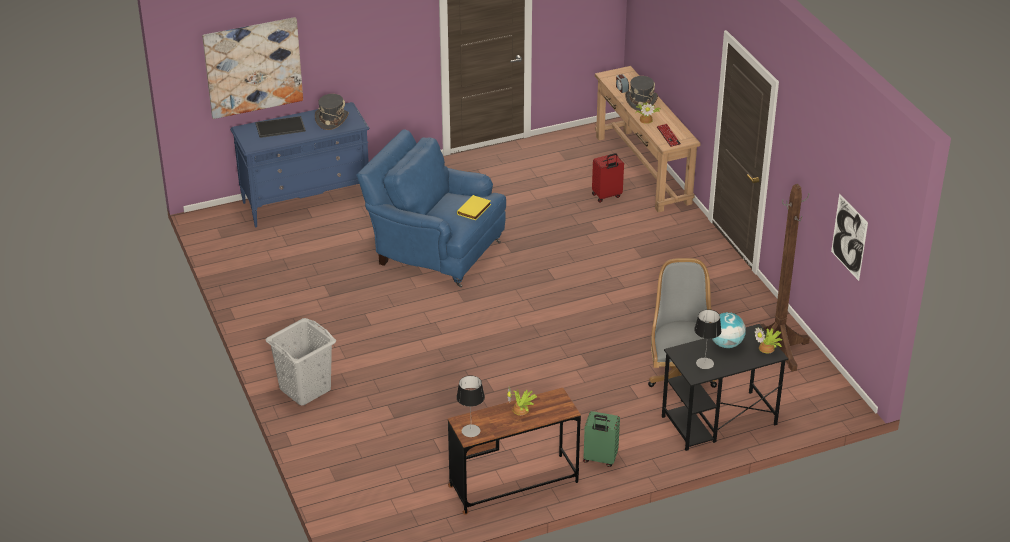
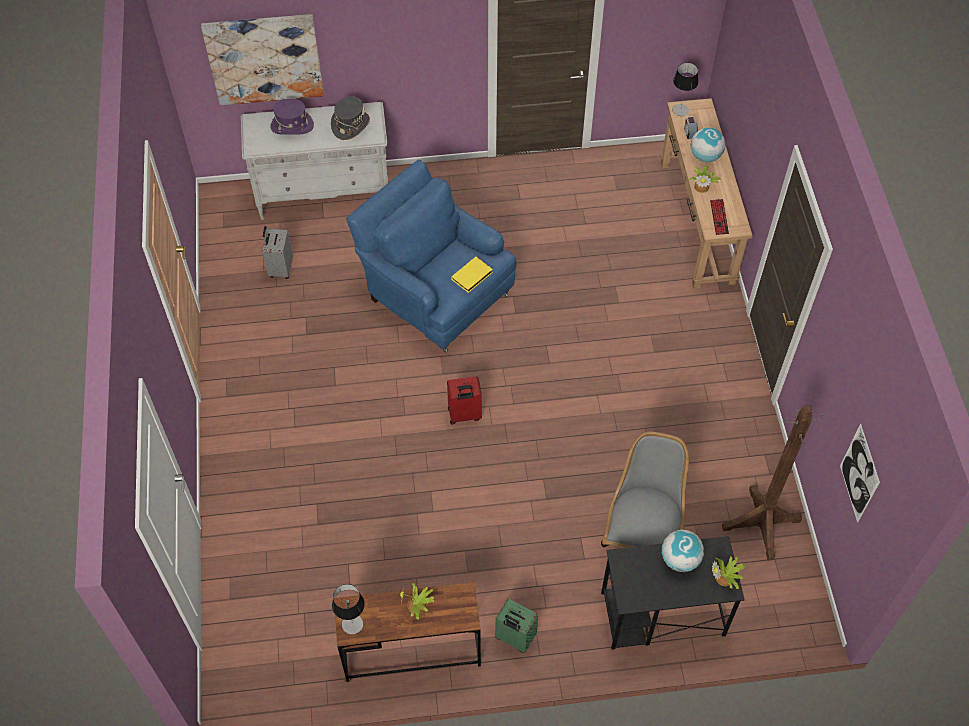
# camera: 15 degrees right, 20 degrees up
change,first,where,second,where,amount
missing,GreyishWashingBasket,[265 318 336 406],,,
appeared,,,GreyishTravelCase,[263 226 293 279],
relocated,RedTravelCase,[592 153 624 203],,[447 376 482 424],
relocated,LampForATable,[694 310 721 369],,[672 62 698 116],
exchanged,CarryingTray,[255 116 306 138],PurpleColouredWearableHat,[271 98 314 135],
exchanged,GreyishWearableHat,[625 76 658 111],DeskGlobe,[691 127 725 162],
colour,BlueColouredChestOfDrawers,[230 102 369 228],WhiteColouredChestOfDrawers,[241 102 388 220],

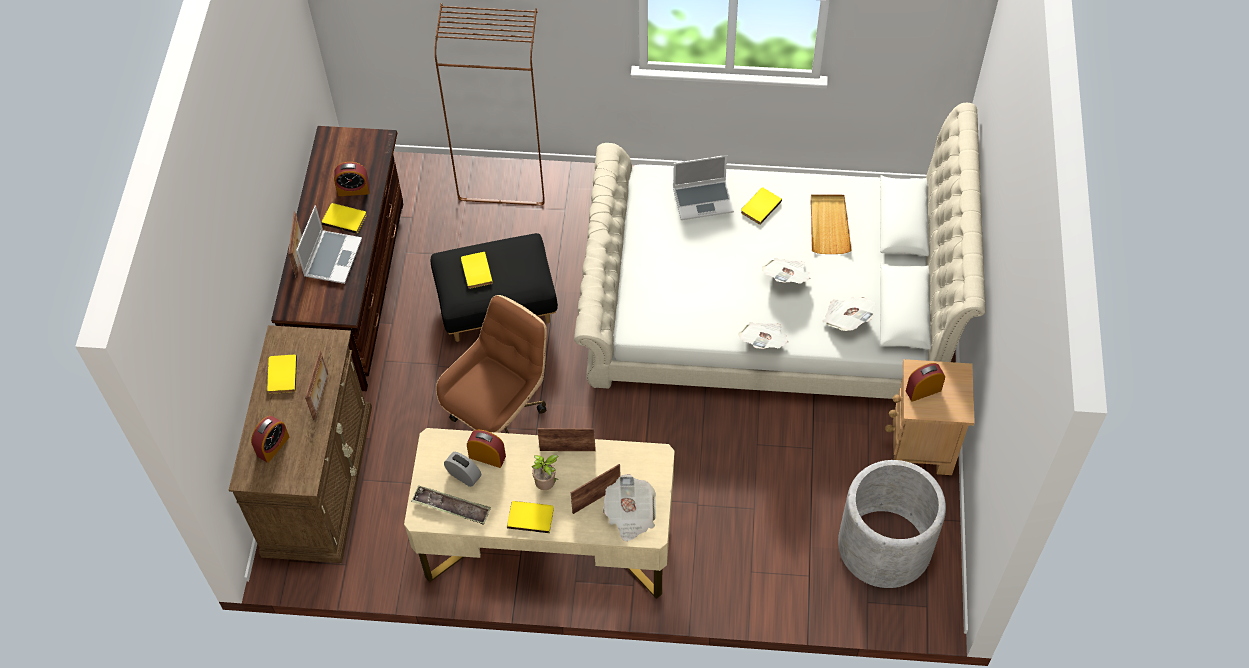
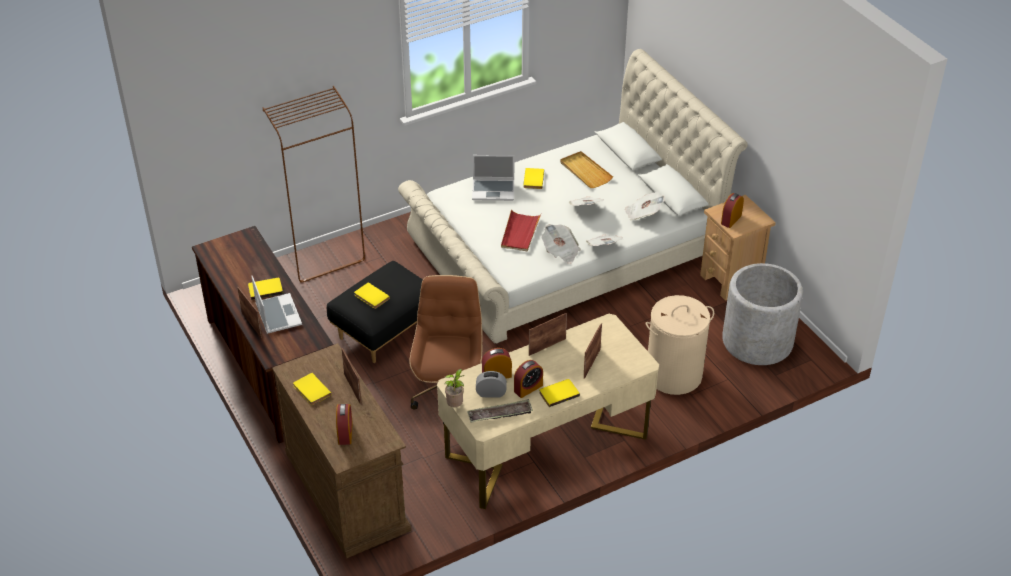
# camera: 35 degrees left, 15 degrees down
change,first,where,second,where,amount
appeared,,,RedCarryingTray,[501 209 541 252],
appeared,,,SandColouredWashingBasket,[646 295 714 395],
relocated,BedsideClock,[334 162 370 196],,[514 360 543 398],
relocated,PlantInAPot,[532 455 559 490],,[444 369 465 407],
relocated,Newspaper,[603 474 656 542],,[542 224 581 264],
spun,NotebookComputer,[673 155 734 220],,[472 155 514 201],45 degrees clockwise

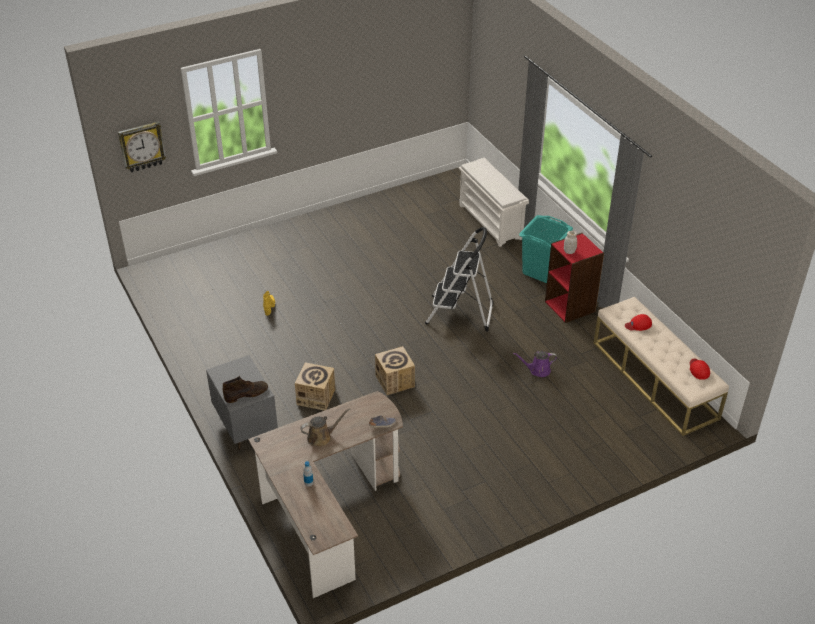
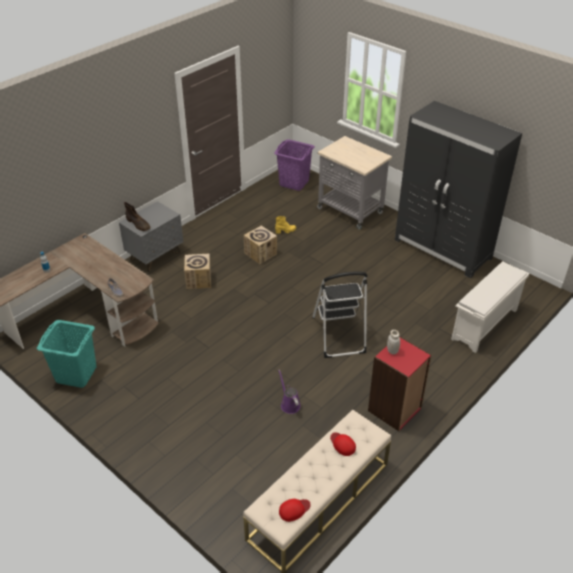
# camera: 70 degrees right, 0 degrees up
change,first,where,second,where,amount
missing,WallClock,[118 121 166 173],,,
missing,BrownColouredSprinklingCan,[300 408 350 447],,,
appeared,,,PurpleColouredWashingBasket,[274 139 315 191],
appeared,,,GreyishWheeledCart,[317 136 392 230],
appeared,,,BlackColouredCabinet,[395 101 522 278],
relocated,Carton,[375 346 415 395],,[244 226 277 264],
relocated,TurquoiseWashingBasket,[519 215 573 283],,[37 320 96 388],

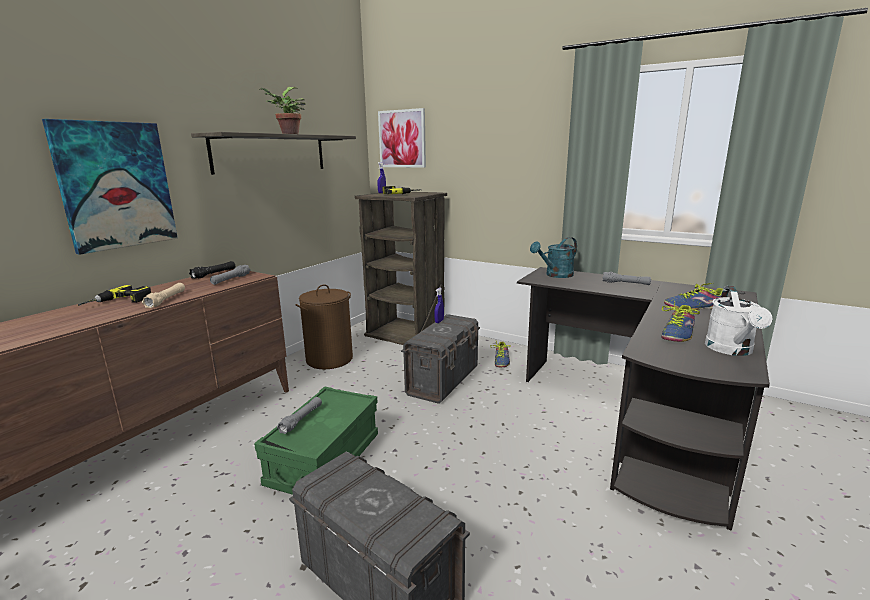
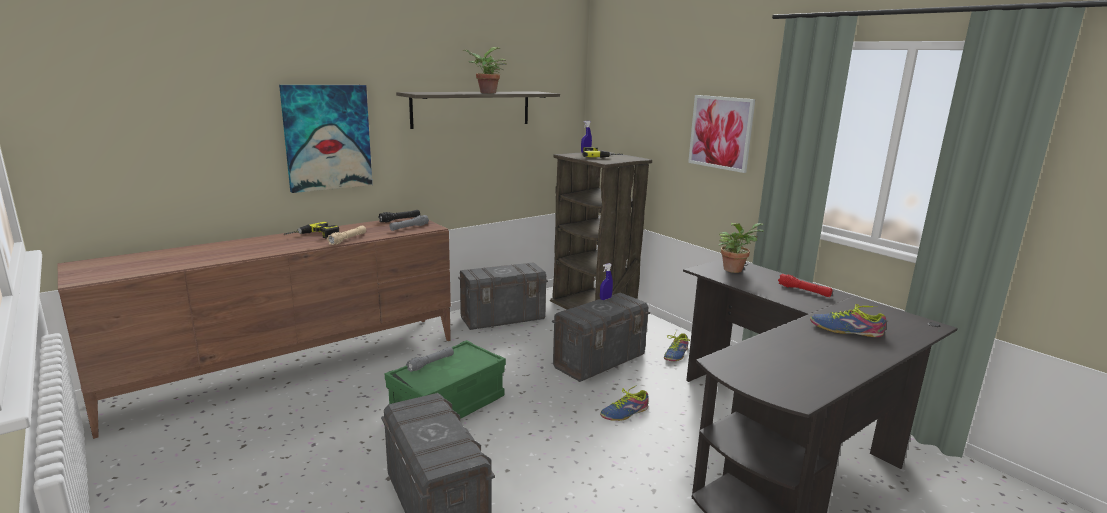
# camera: 20 degrees right, 0 degrees up
change,first,where,second,where,amount
missing,WhiteColouredSprinklingCan,[705 286 773 356],,,
relocated,Picture,[378 108 426 168],,[688 95 756 173],
relocated,LowShoe,[661 300 700 342],,[600 385 649 421],
exchanged,BrownColouredWashingBasket,[296 284 353 369],GreyishStorageBox,[458 262 548 330],
exchanged,TurquoiseSprinklingCan,[530 237 577 278],PlantInAPot,[718 223 764 273],
colour,GreyishHandTorch,[602 272 651 285],RedHandTorch,[778 274 832 297],

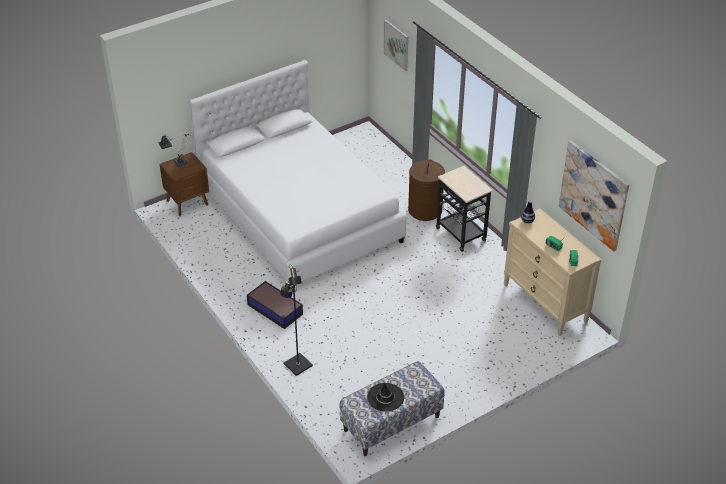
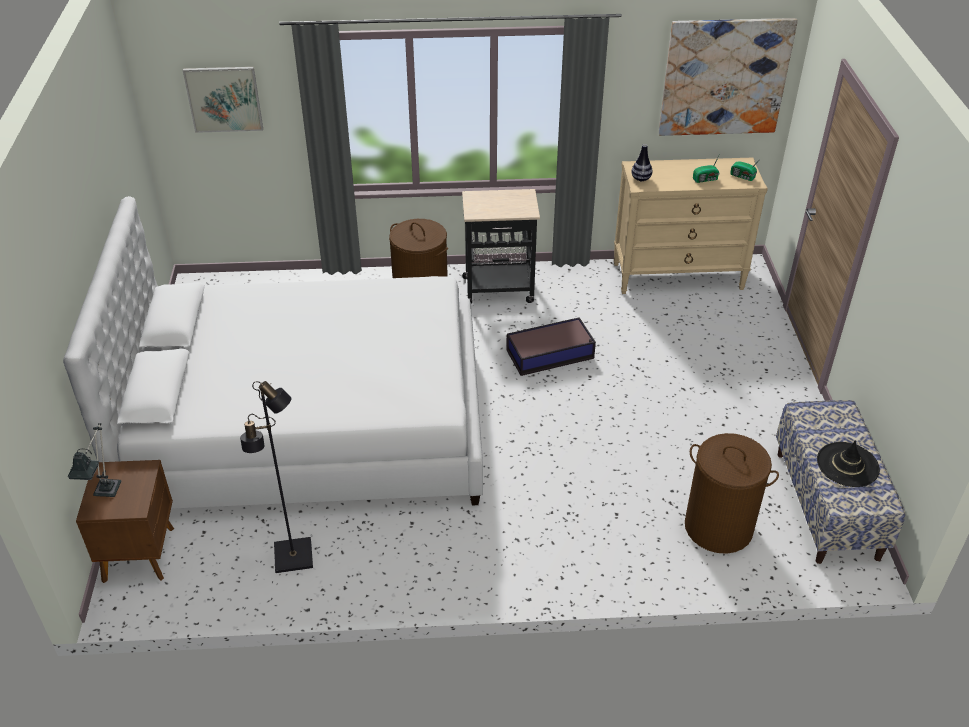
# camera: 60 degrees left, 0 degrees up
change,first,where,second,where,amount
appeared,,,BrownColouredWashingBasket,[685 433 779 554],
relocated,StorageBox,[247 281 303 329],,[506 317 596 376],
relocated,BlackColouredStandingLamp,[280 265 313 376],,[240 381 313 573],

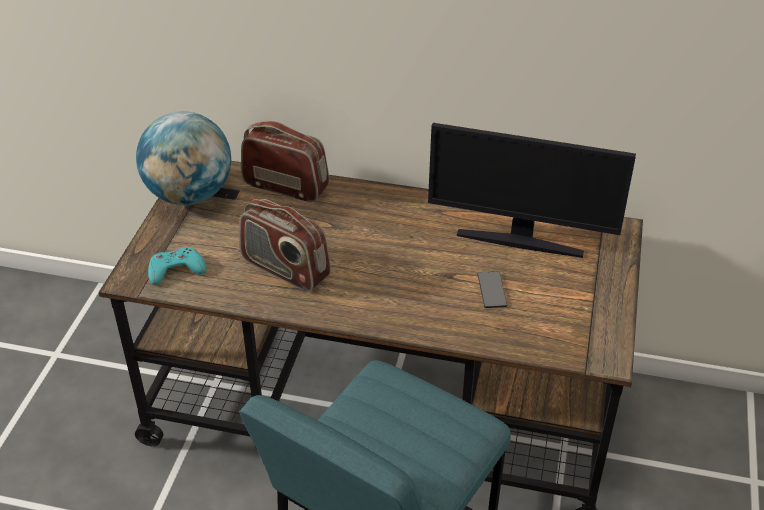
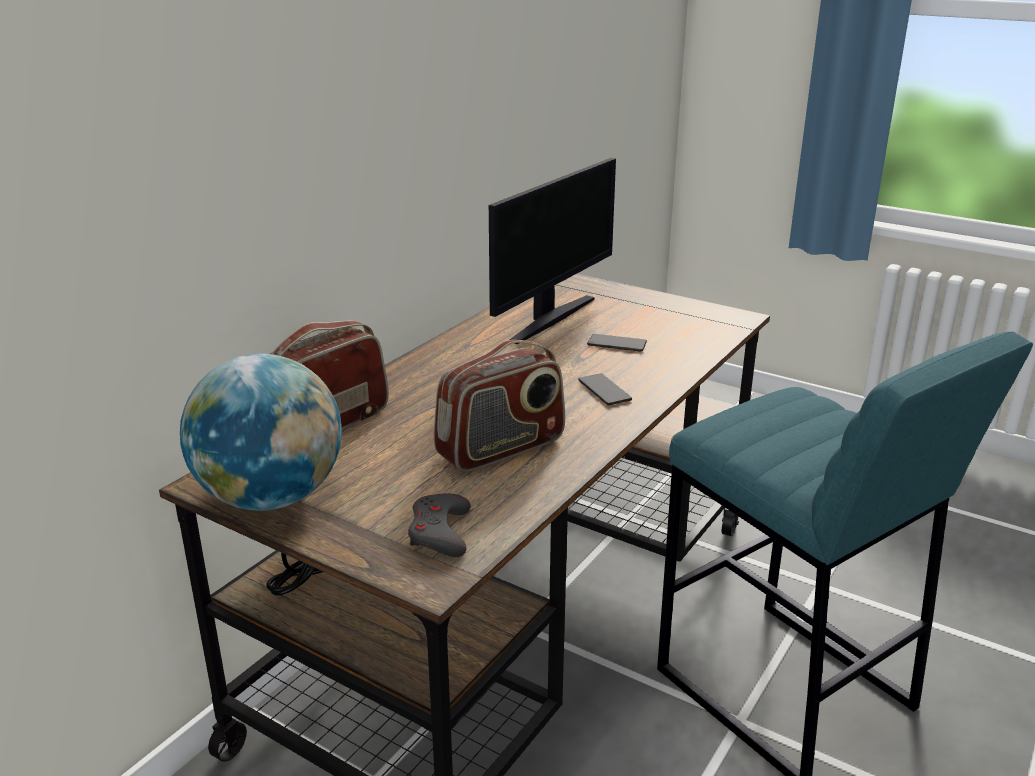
# camera: 70 degrees left, 15 degrees down
change,first,where,second,where,amount
appeared,,,Telephone,[579 373 632 405],
colour,TurquoiseGameController,[148 247 206 285],GreyishGameController,[408 493 471 557],

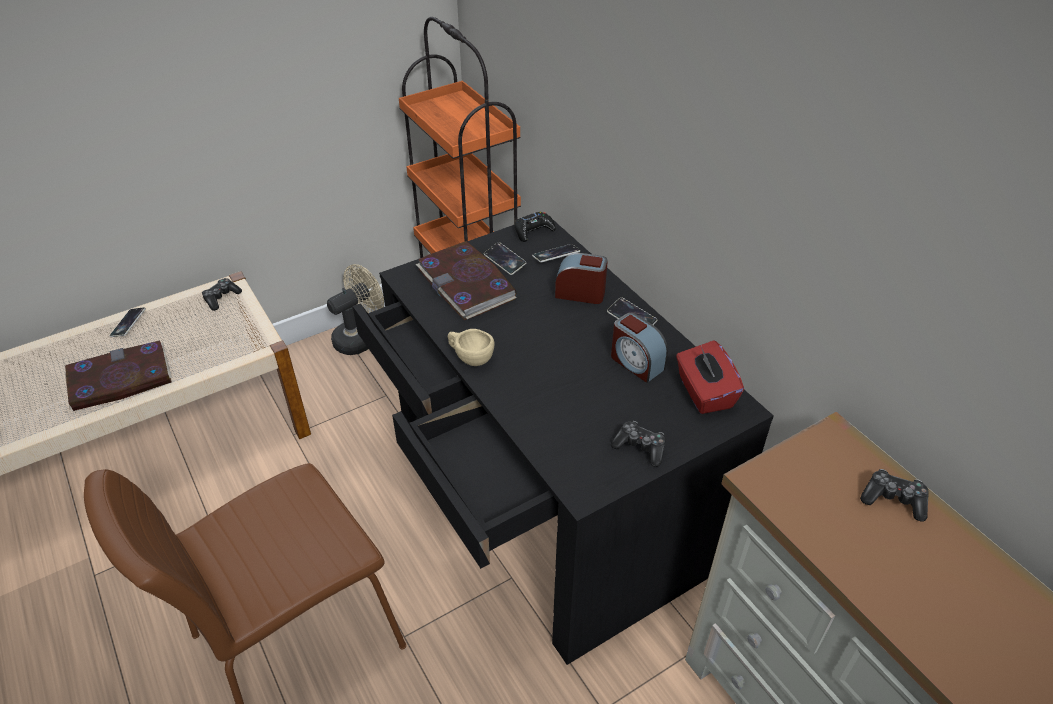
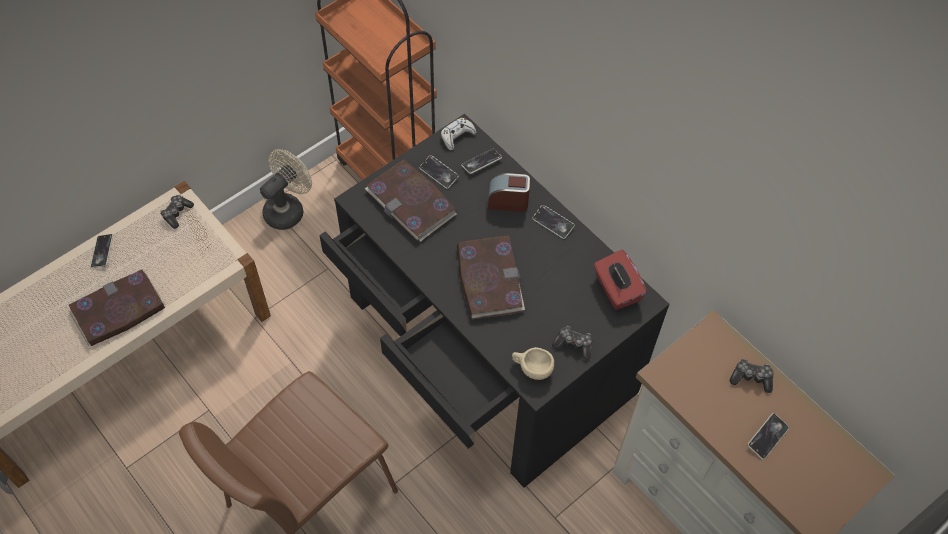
# camera: 10 degrees left, 15 degrees up
change,first,where,second,where,amount
missing,BedsideClock,[611 313 668 383],,,
appeared,,,Volume,[457 235 525 319],
appeared,,,Telephone,[748 413 789 460],
relocated,SandColouredCup,[448 329 494 366],,[512 347 554 380],
colour,BlackColouredGameController,[515 212 556 242],WhiteColouredGameController,[441 118 476 150],

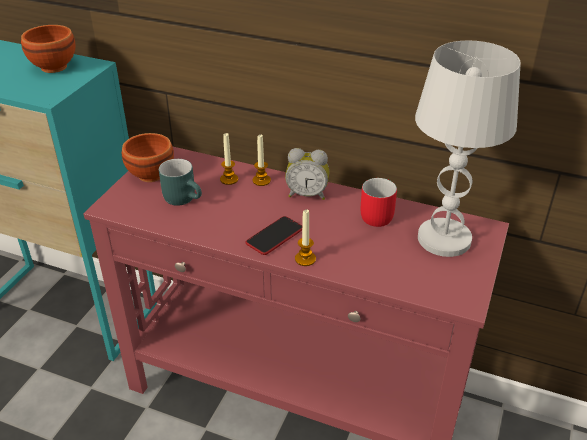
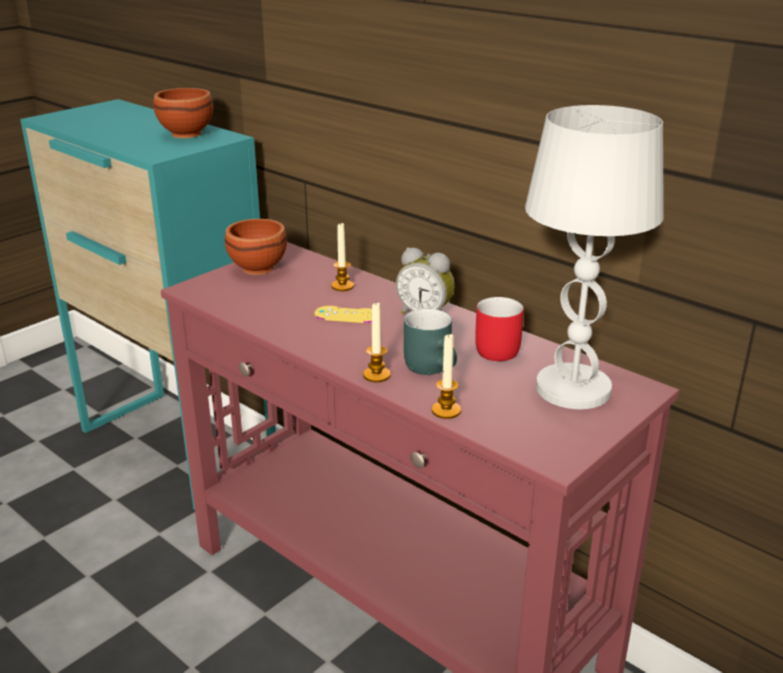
# camera: 20 degrees right, 10 degrees down
change,first,where,second,where,amount
missing,Telephone,[246 216 302 255],,,
appeared,,,YellowGameController,[314 306 372 323],
relocated,TurquoiseMug,[159 159 202 206],,[404 309 457 375],
relocated,WaxLight,[253 134 271 186],,[432 334 461 419],

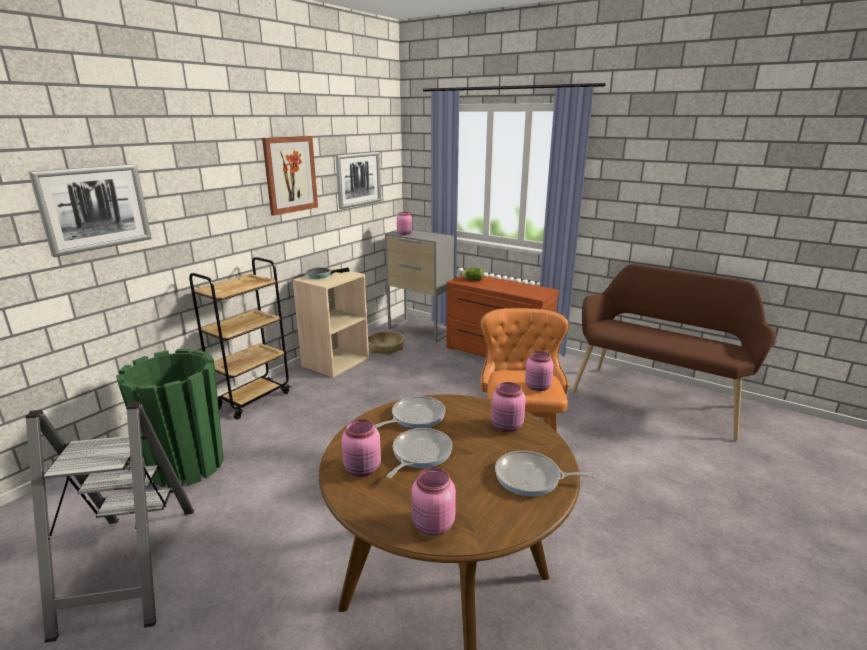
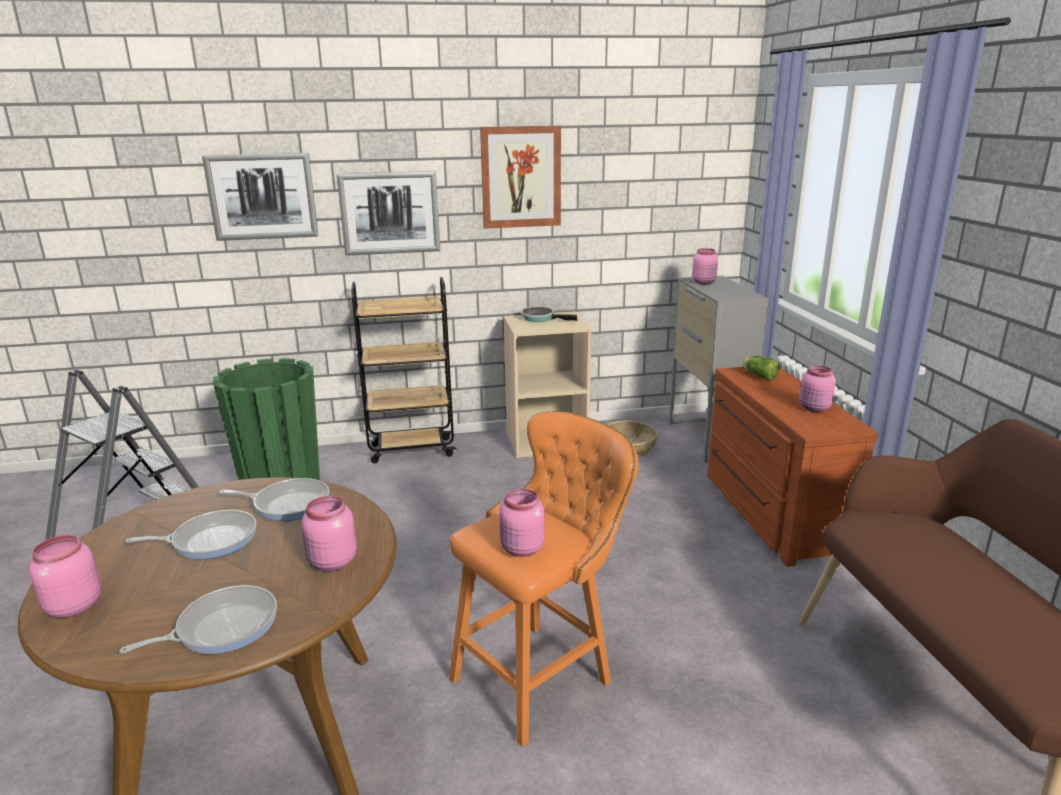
# camera: 45 degrees right, 0 degrees up
change,first,where,second,where,amount
relocated,Picture,[335 152 381 209],,[337 171 440 256],
relocated,PinkishPreserveJar,[342 419 381 477],,[799 365 836 412],
spun,FryingPan,[495 451 596 496],,[119 585 277 654],90 degrees clockwise

